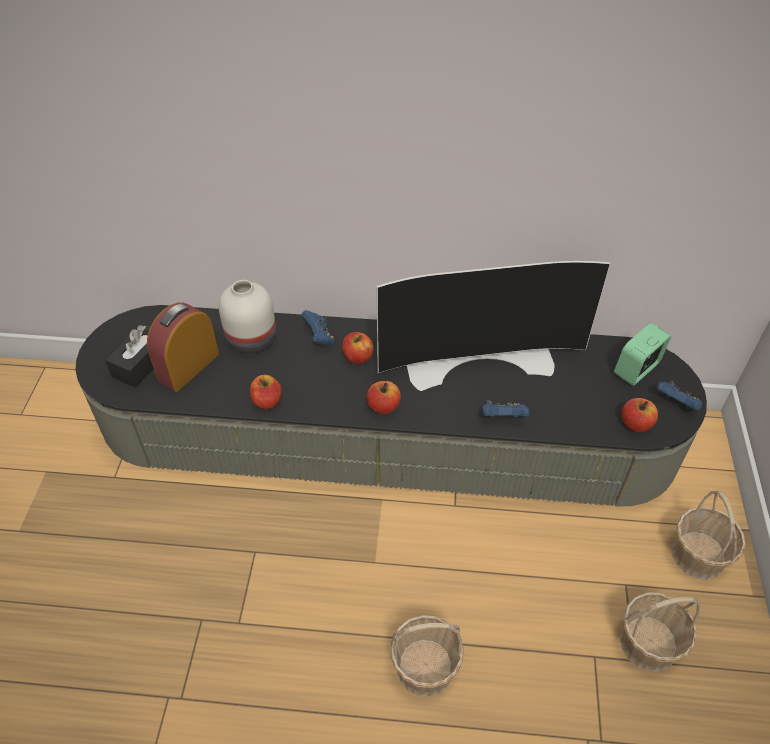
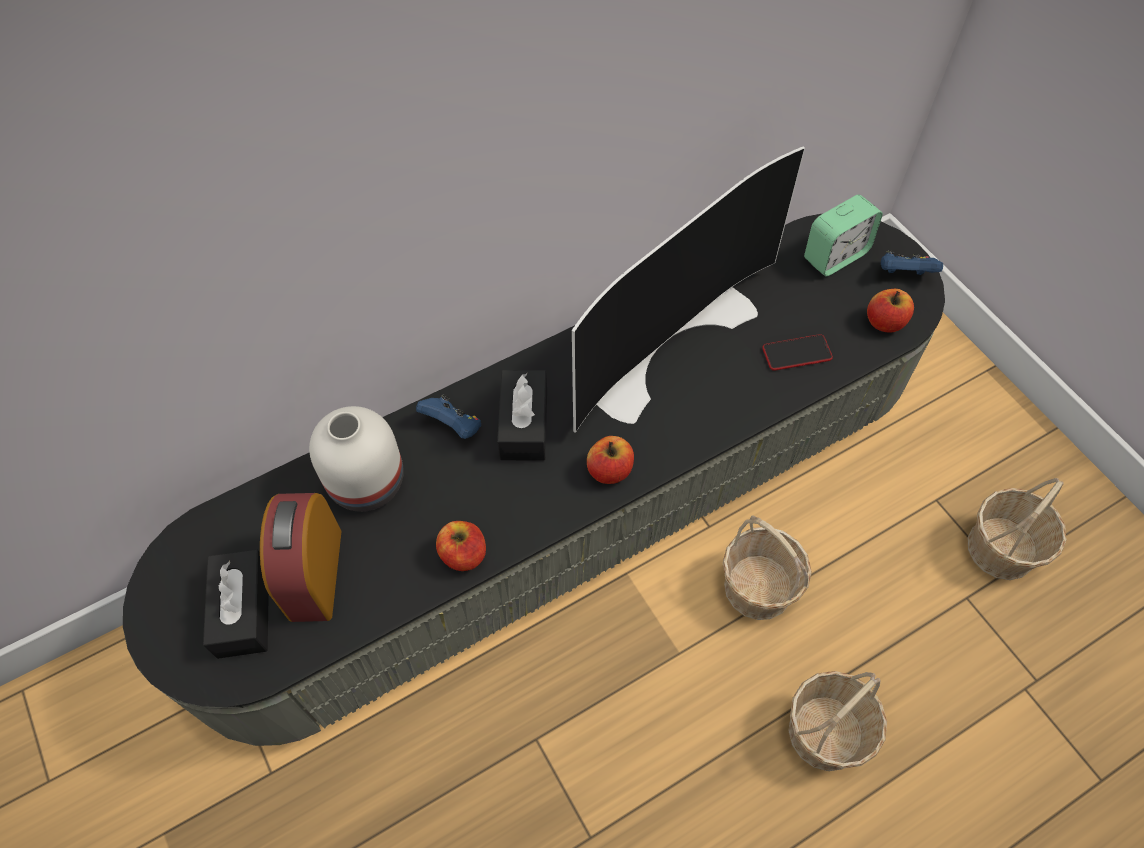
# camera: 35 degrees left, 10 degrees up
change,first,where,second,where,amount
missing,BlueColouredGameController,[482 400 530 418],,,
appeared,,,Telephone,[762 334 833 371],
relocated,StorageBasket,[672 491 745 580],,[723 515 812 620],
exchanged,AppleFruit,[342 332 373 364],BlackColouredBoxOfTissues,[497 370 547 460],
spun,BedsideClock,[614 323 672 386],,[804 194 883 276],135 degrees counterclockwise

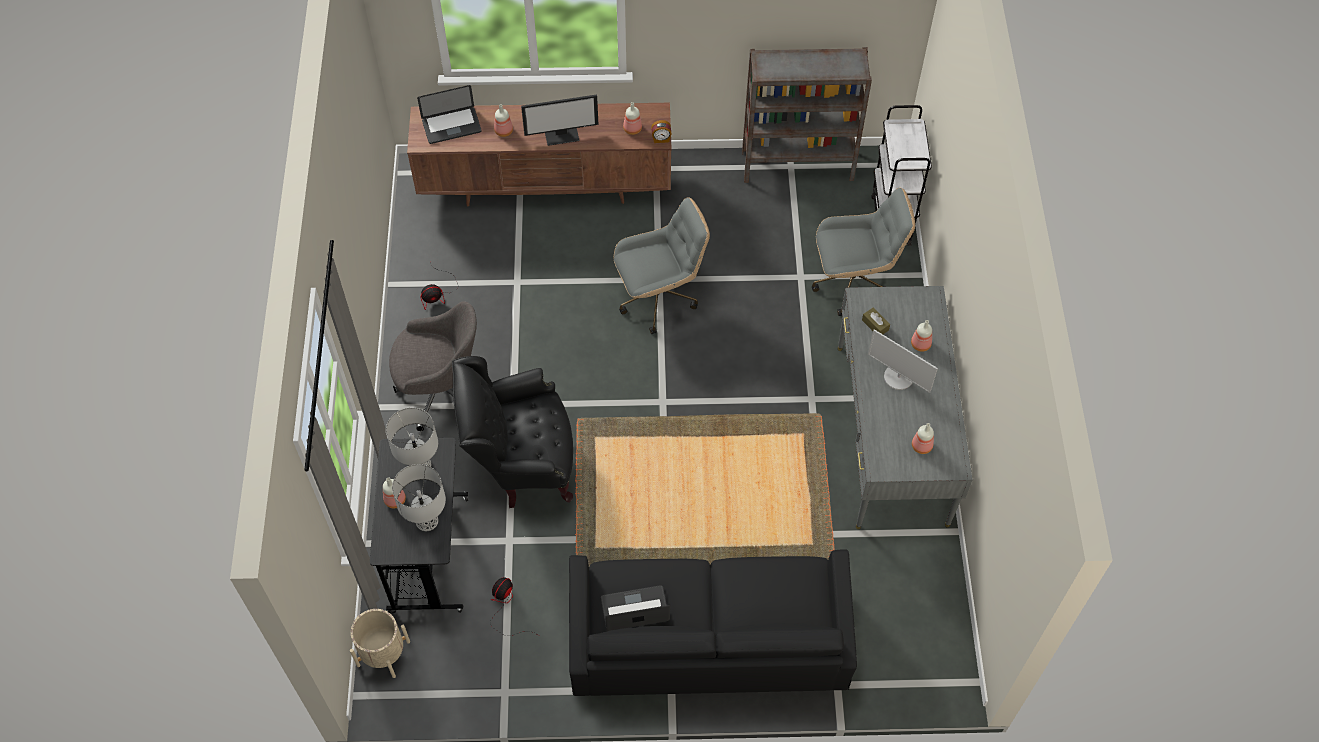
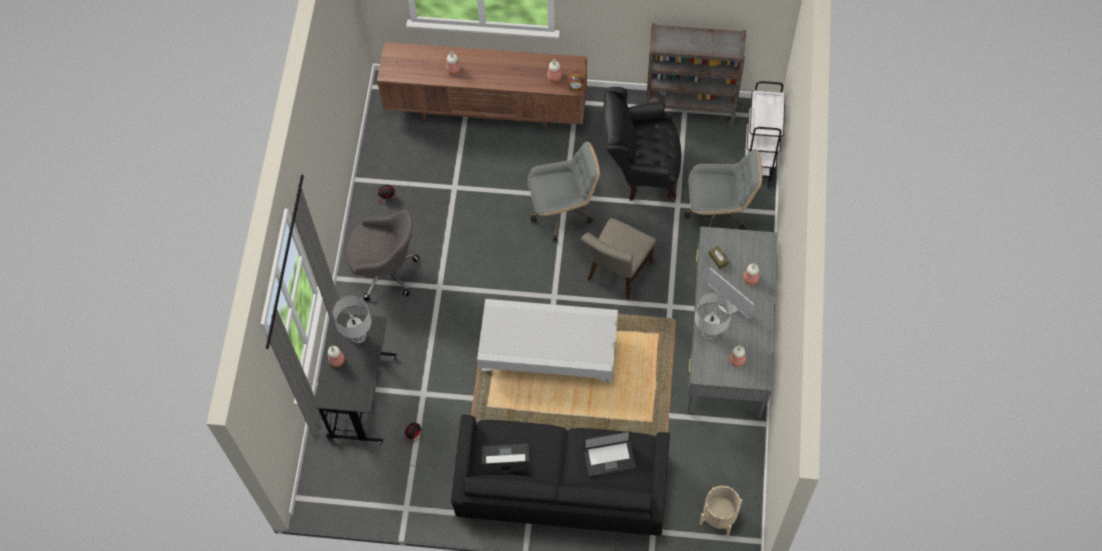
# camera: 10 degrees right, 5 degrees up
change,first,where,second,where,amount
missing,ComputerDisplay,[521 94 598 146],,,
appeared,,,WhiteColouredLoungeTable,[477 299 618 383],
appeared,,,SandColouredUprightChair,[581 218 656 300],
relocated,SandColouredPlanter,[350 609 410 678],,[699 486 742 537],
relocated,WhiteColouredLampForATable,[392 464 446 531],,[695 293 732 340],
relocated,NotebookComputer,[417 85 482 144],,[584 431 636 476],
relocated,BlackColouredArmchair,[452 356 573 508],,[604 87 681 200],

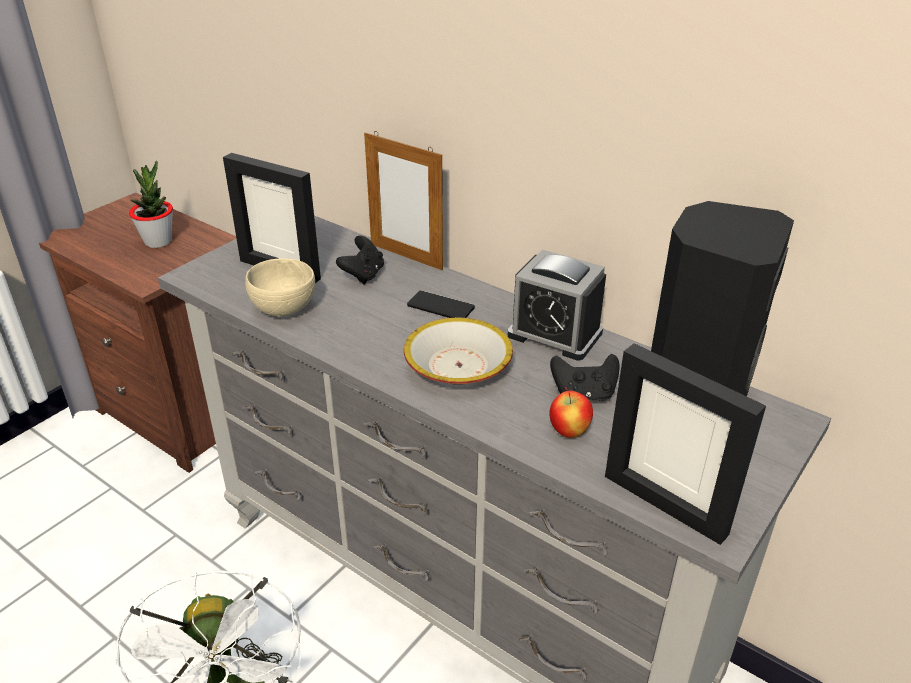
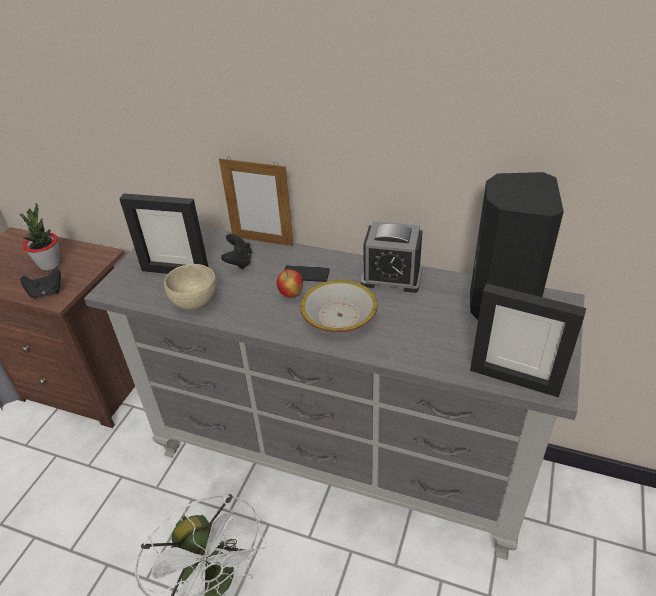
# camera: 15 degrees left, 5 degrees up
change,first,where,second,where,amount
relocated,AppleFruit,[549 391 593 438],,[277 269 303 298],
relocated,BlackColouredGameController,[550 354 620 401],,[21 268 61 299],

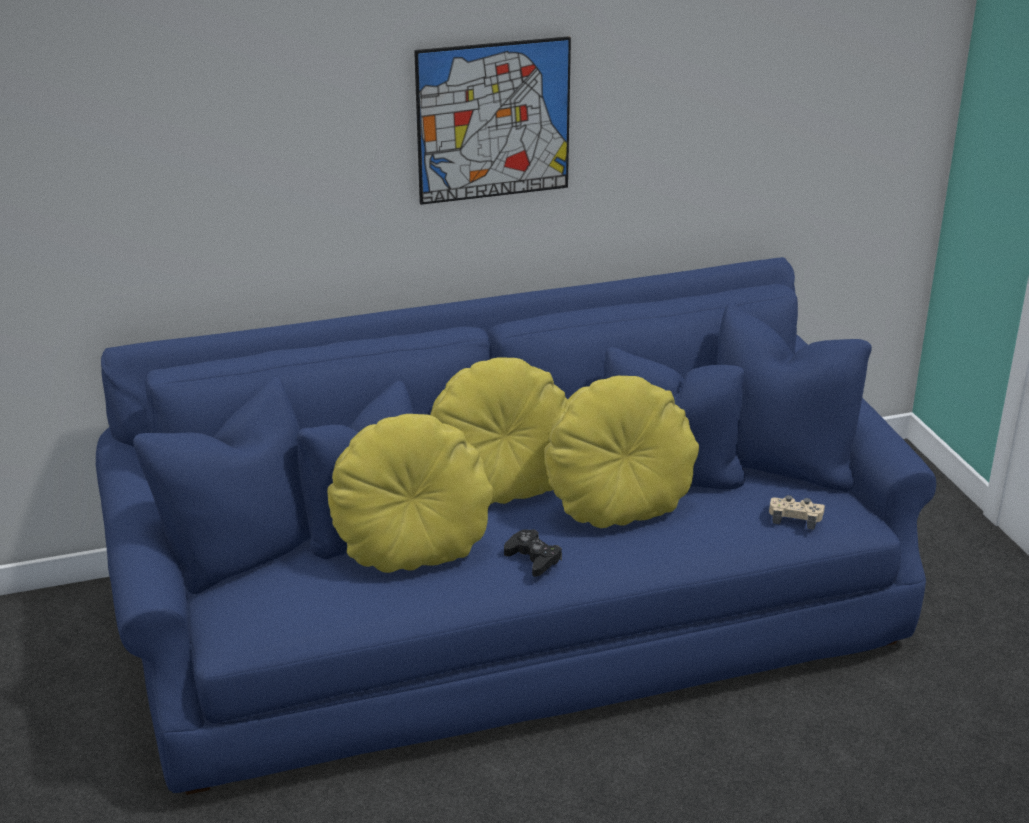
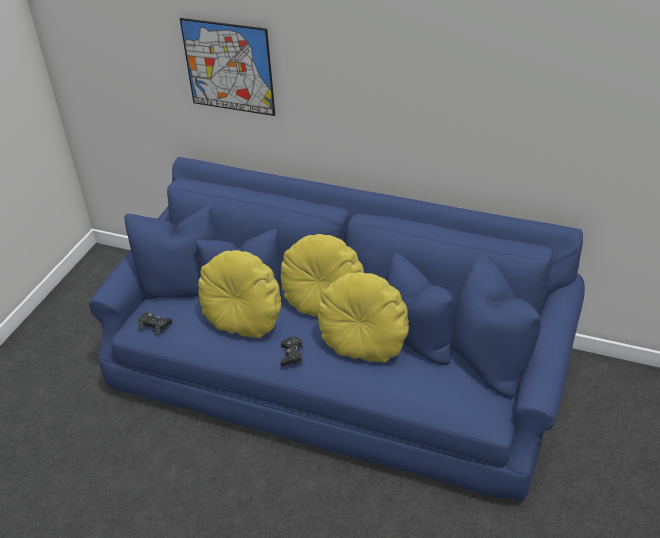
# camera: 40 degrees right, 10 degrees up
change,first,where,second,where,amount
missing,SandColouredGameController,[769 495 825 530],,,
appeared,,,BlackColouredGameController,[138 313 172 335],
relocated,Picture,[414 36 571 205],,[180 18 275 116],

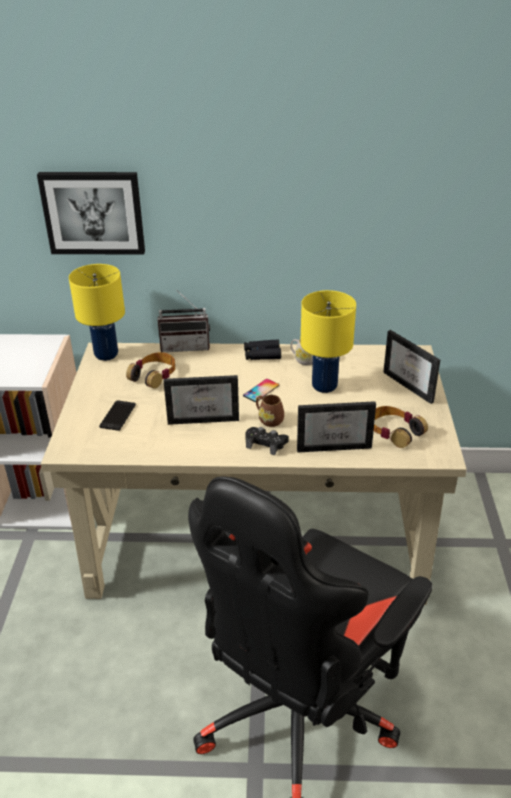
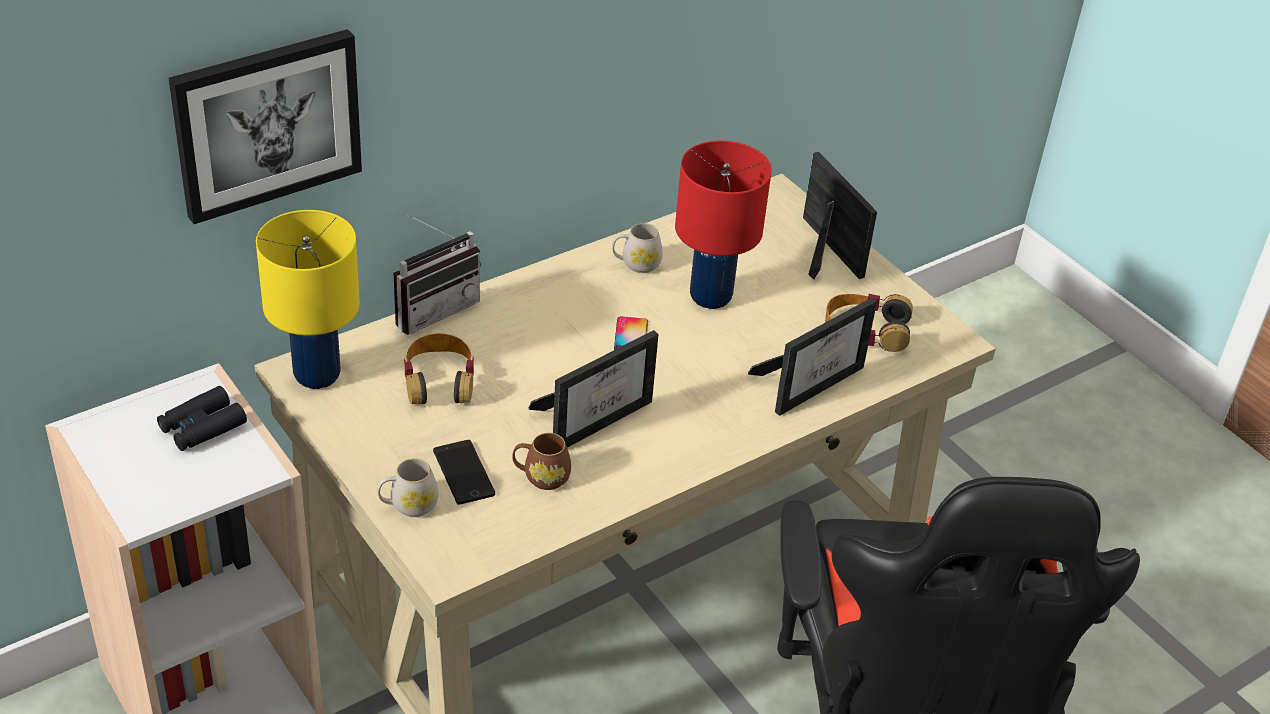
# camera: 40 degrees left, 5 degrees up
change,first,where,second,where,amount
missing,BlackColouredGameController,[245 427 289 455],,,
appeared,,,WhiteColouredMug,[377 458 438 517],
relocated,BlackColouredPairOfBinoculars,[244 339 281 360],,[157 386 247 451],
relocated,BrownColouredMug,[256 395 284 427],,[512 433 571 490],
colour,YellowLampForATable,[300 290 356 393],RedLampForATable,[675 140 772 309],
spun,PictureFrame,[383 330 440 404],,[803 152 877 279],135 degrees counterclockwise

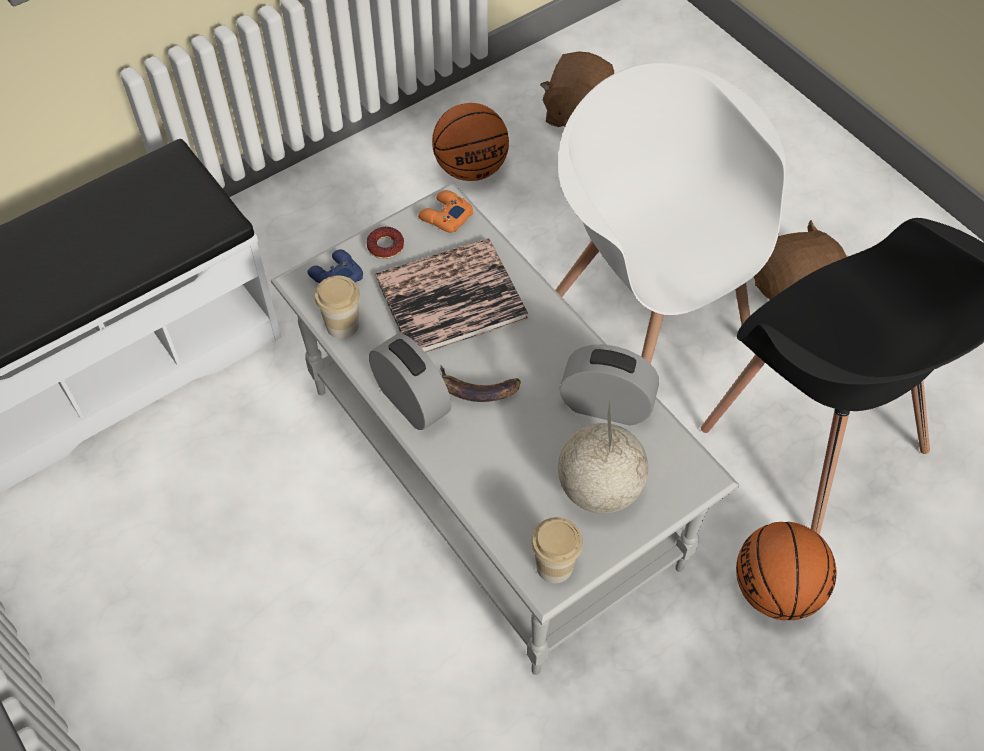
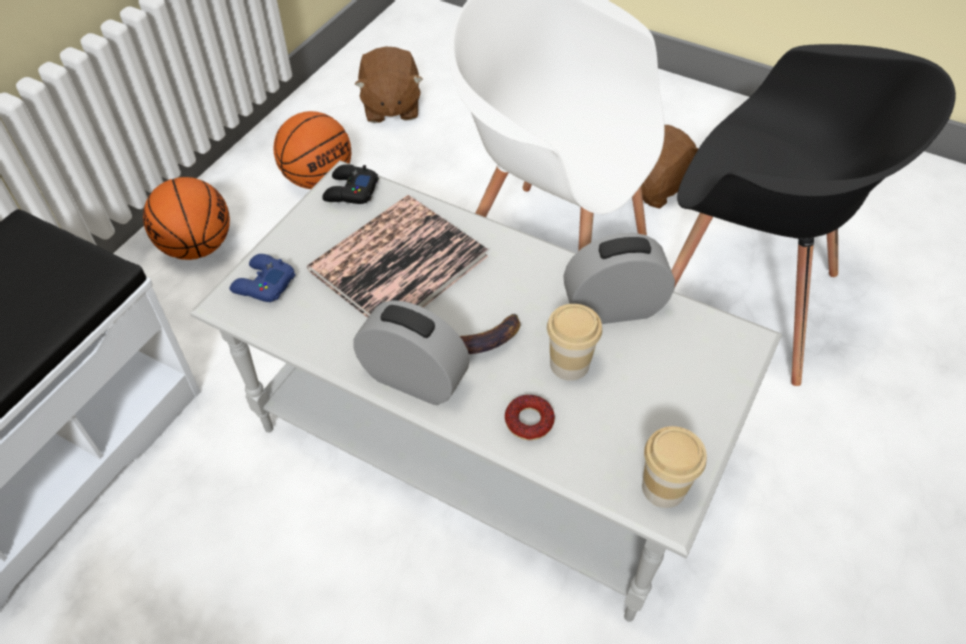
# camera: 25 degrees left, 5 degrees down
change,first,where,second,where,amount
missing,DeskGlobe,[558 401 648 514],,,
relocated,Cup,[315 276 360 339],,[547 304 602 381],
relocated,Donut,[367 227 404 259],,[505 395 555 440],
relocated,BallForBasketball,[736 522 837 620],,[143 177 230 260],
colour,OrangeyGameController,[418 190 473 233],BlackColouredGameController,[322 164 379 204],

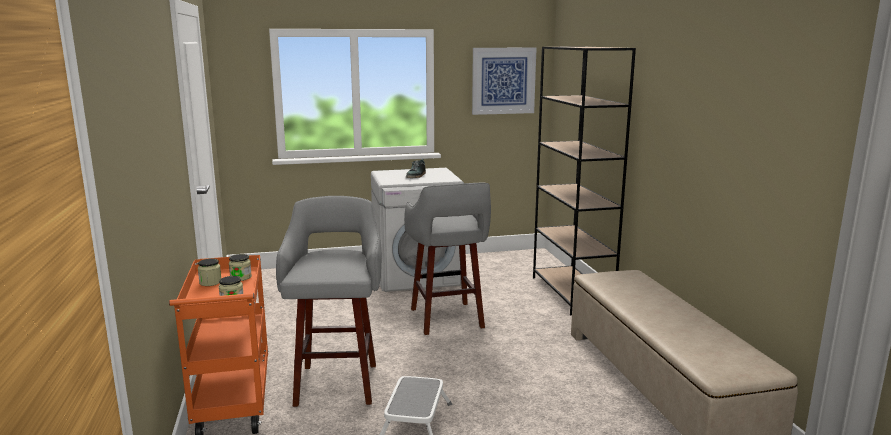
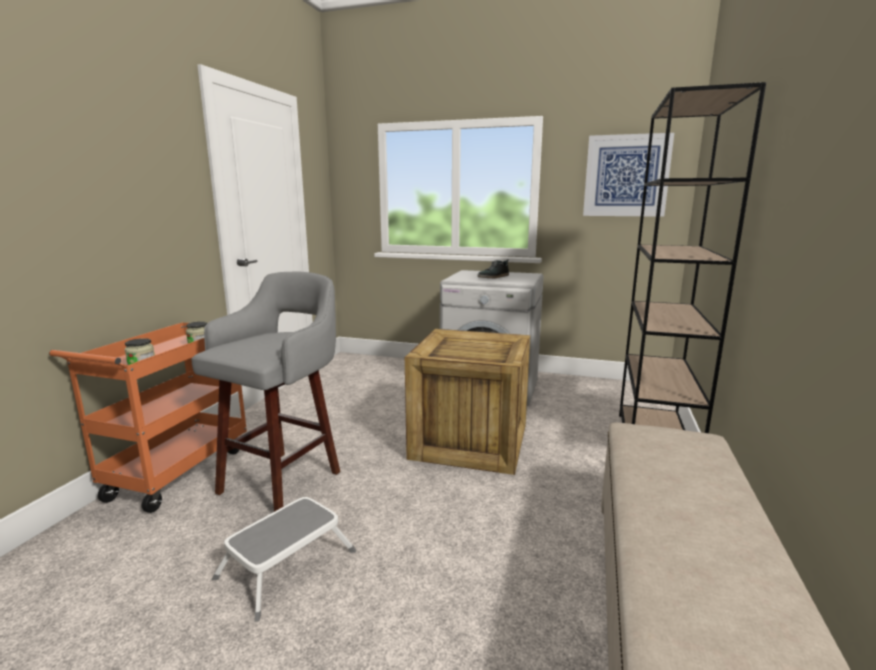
# camera: 30 degrees right, 0 degrees up
change,first,where,second,where,amount
missing,PreserveJar,[198 258 221 286],,,
exchanged,GreyishStoolSeat,[404 182 491 335],PackingCrate,[405 329 530 475],

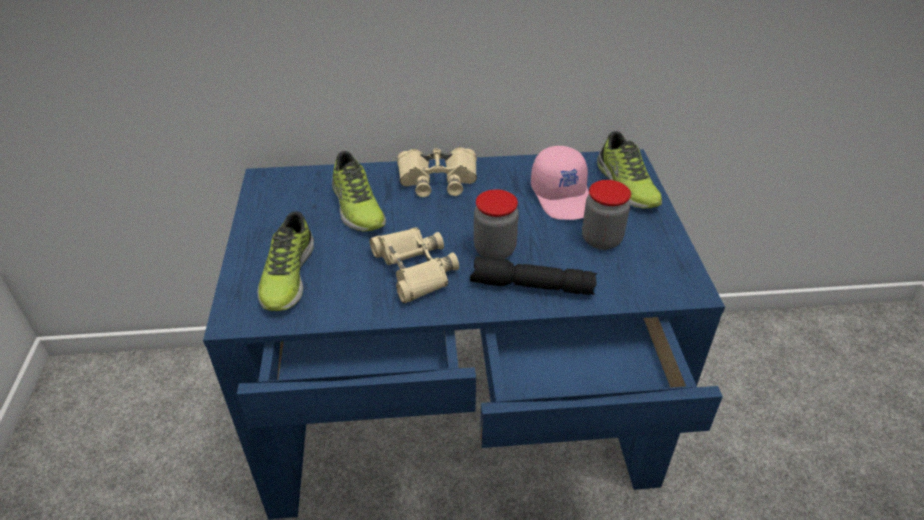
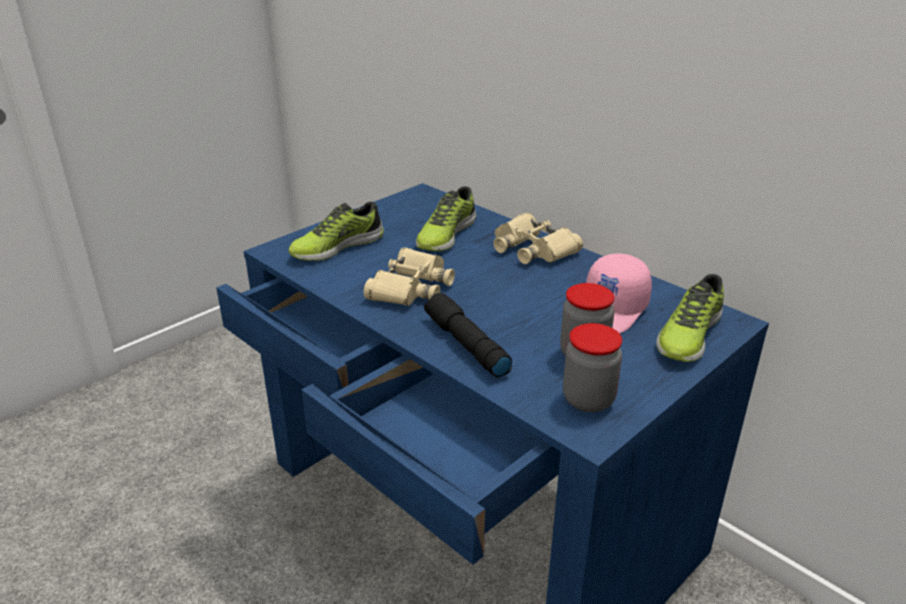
# camera: 50 degrees right, 10 degrees down
change,first,where,second,where,amount
relocated,PreserveJar,[474 189 519 259],,[563 323 622 412],

